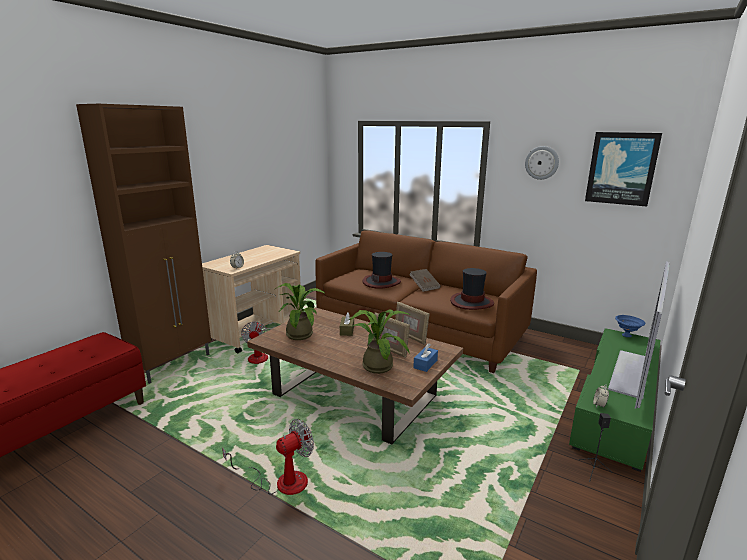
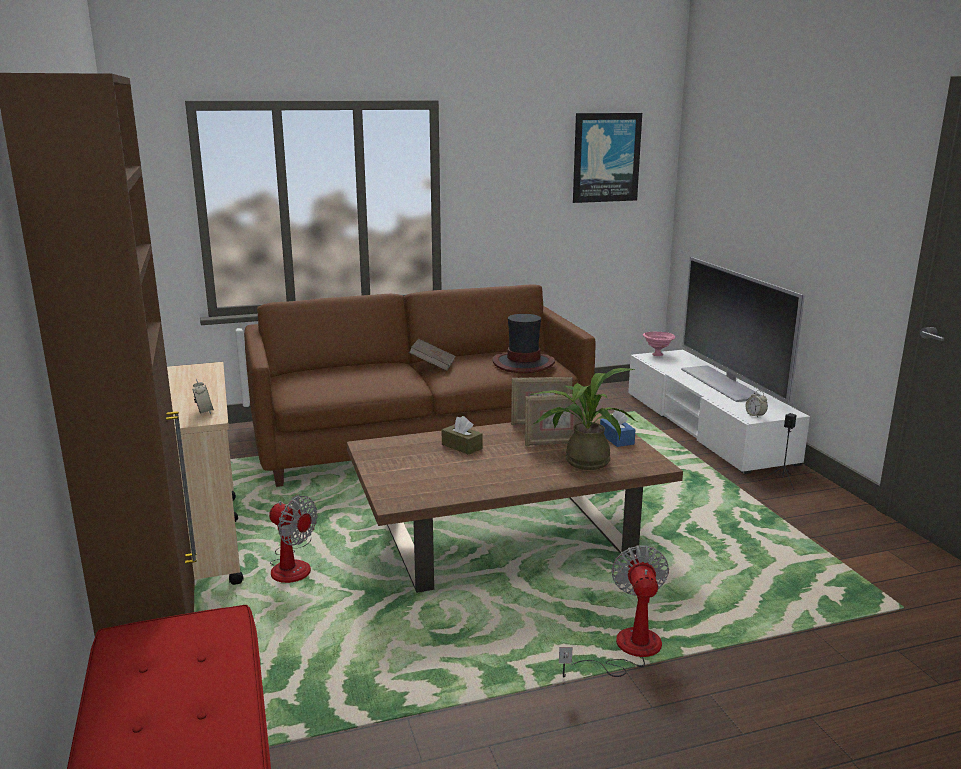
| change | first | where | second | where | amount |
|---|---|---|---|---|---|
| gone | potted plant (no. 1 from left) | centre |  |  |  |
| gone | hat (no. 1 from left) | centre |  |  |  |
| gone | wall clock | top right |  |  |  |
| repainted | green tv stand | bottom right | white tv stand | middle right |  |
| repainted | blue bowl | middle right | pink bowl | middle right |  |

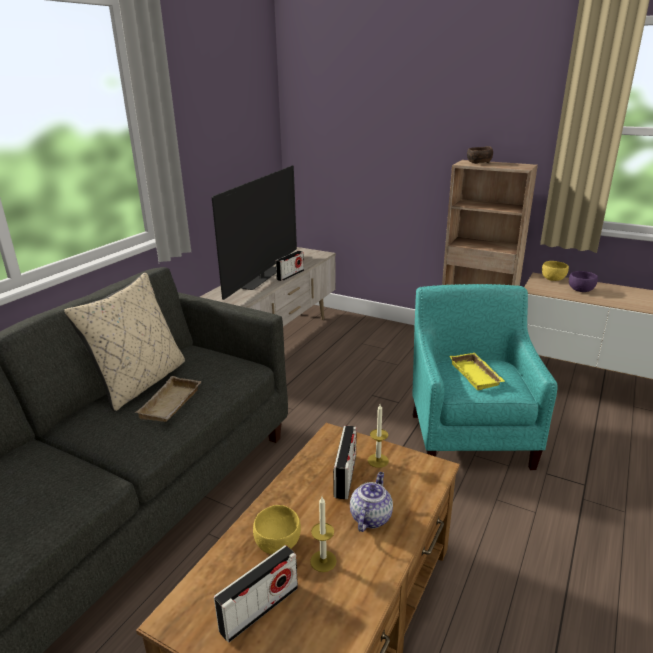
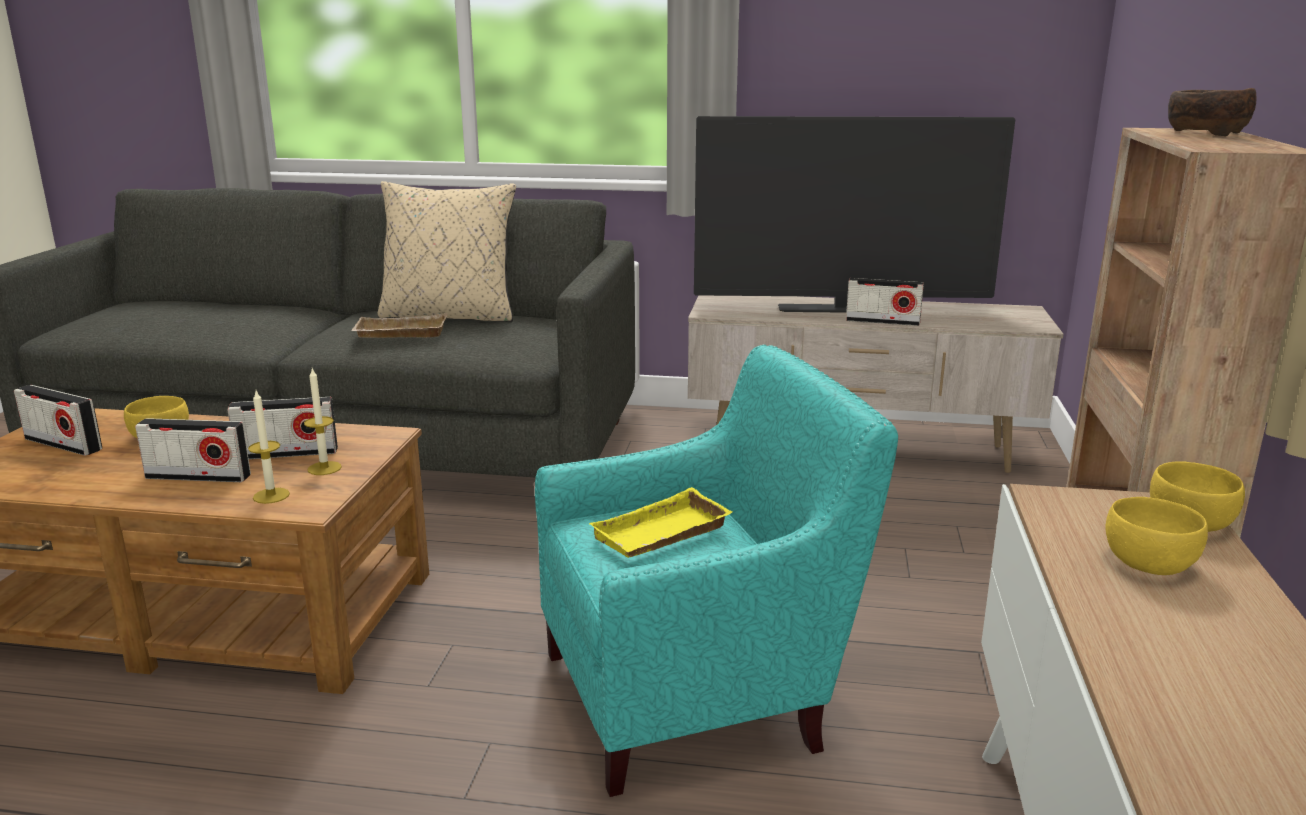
| change | first | where | second | where | amount |
|---|---|---|---|---|---|
| shifted | candle (no. 1 from left) | bottom centre |  | middle left |  |
| swapped | teapot | bottom centre | radio (no. 2 from left) | middle left |  |
| repainted | purple bowl | middle right | yellow bowl (no. 2 from left) | middle right |  |

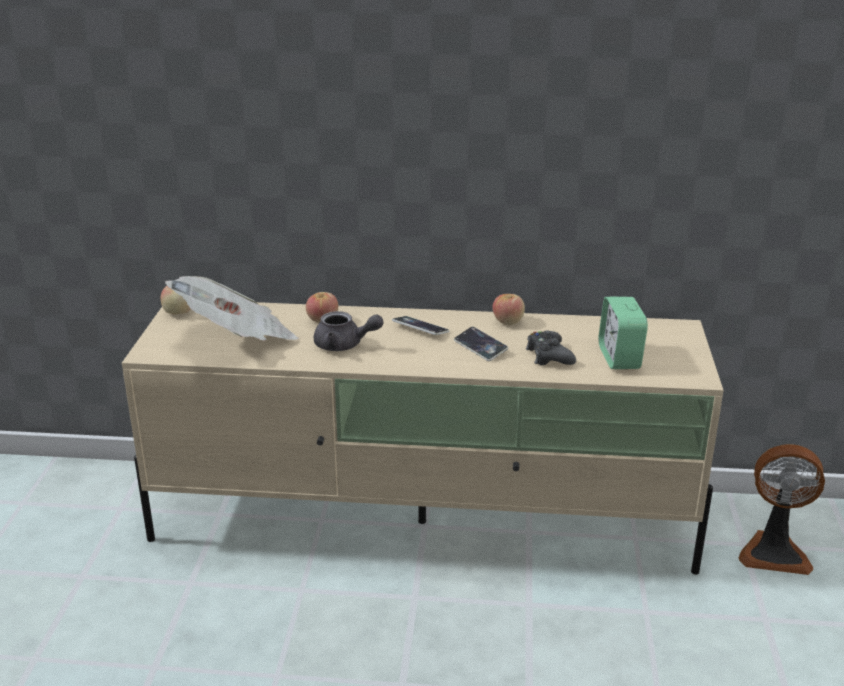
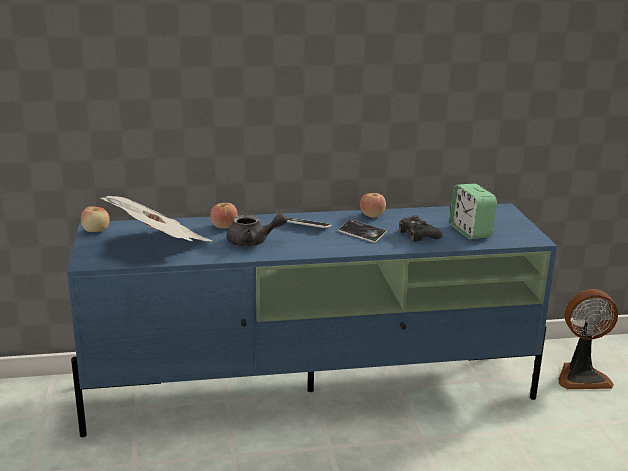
| change | first | where | second | where | amount |
|---|---|---|---|---|---|
| repainted | beige tv stand | centre | blue tv stand | bottom centre |  |

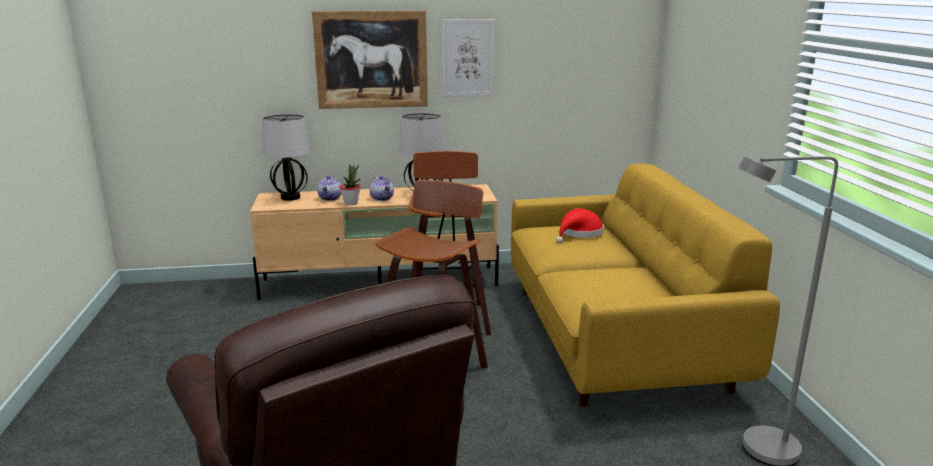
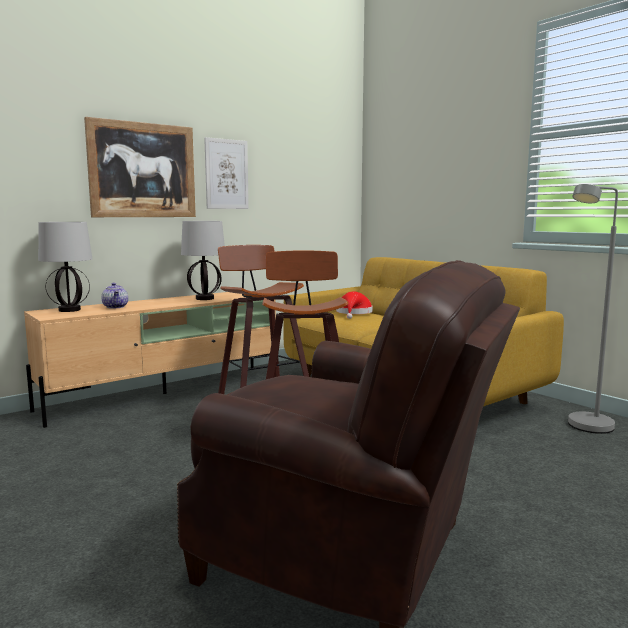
| change | first | where | second | where | amount |
|---|---|---|---|---|---|
| gone | potted plant | centre |  |  |  |
| gone | teapot (no. 2 from left) | centre |  |  |  |

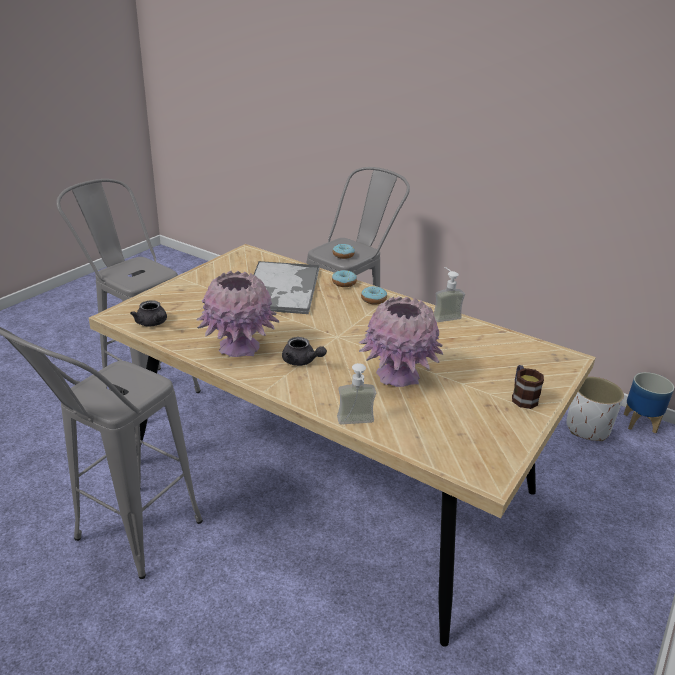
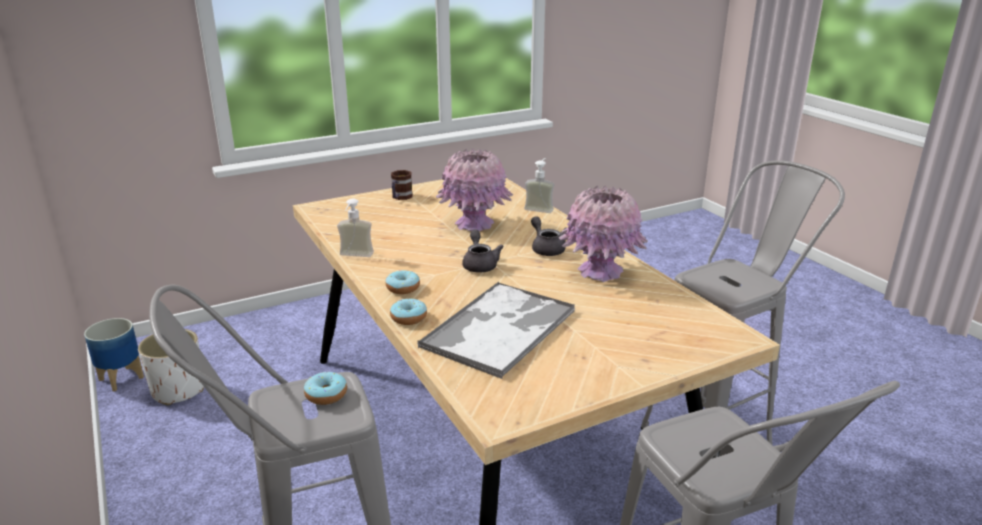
| change | first | where | second | where | amount |
|---|---|---|---|---|---|
| shifted | grey teapot (no. 1 from left) | middle left |  | centre |  |

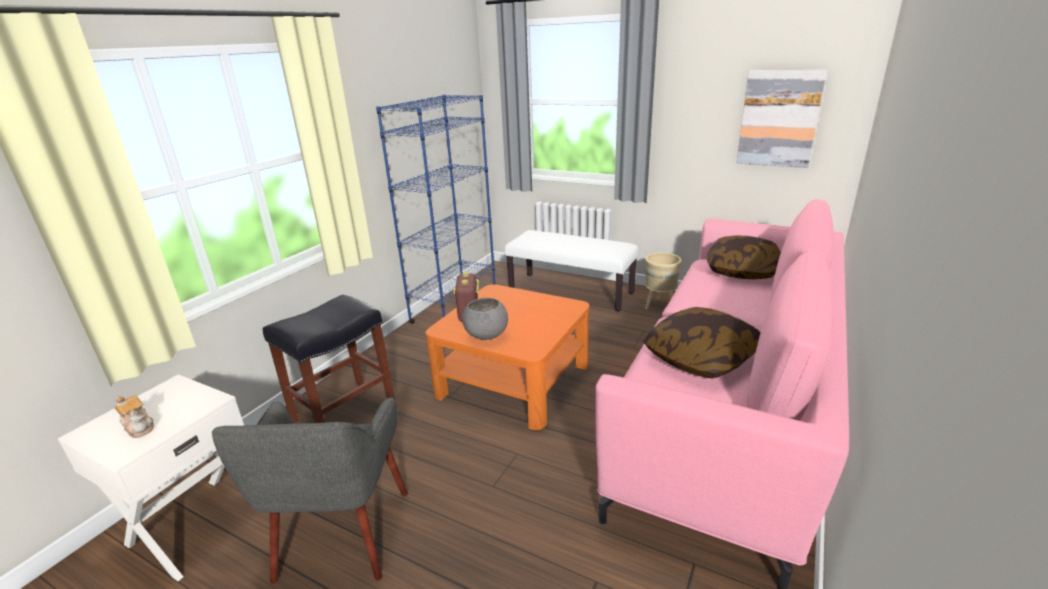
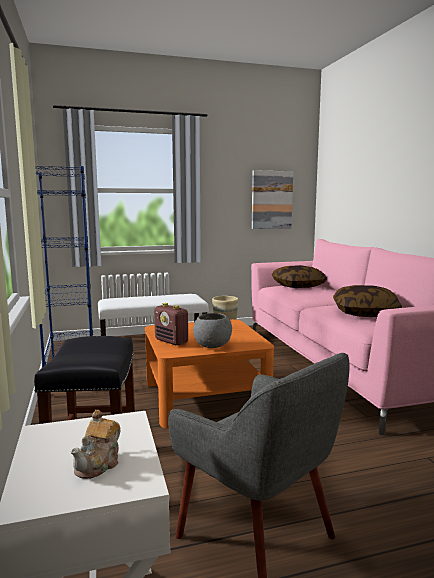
| change | first | where | second | where | amount |
|---|---|---|---|---|---|
| rotated | teapot | bottom left |  | bottom left | 120 degrees clockwise |

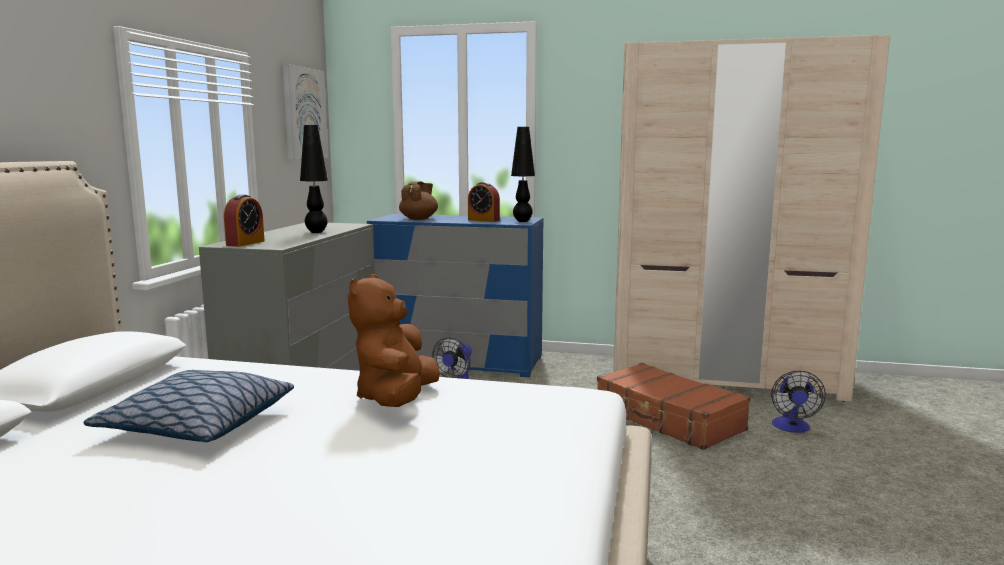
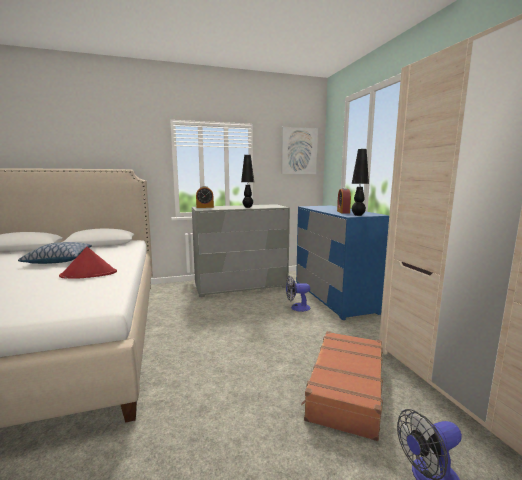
| change | first | where | second | where | amount |
|---|---|---|---|---|---|
| swapped | brown plush toy | centre | red hat | middle left |  |
| gone | brown teapot | centre |  |  |  |

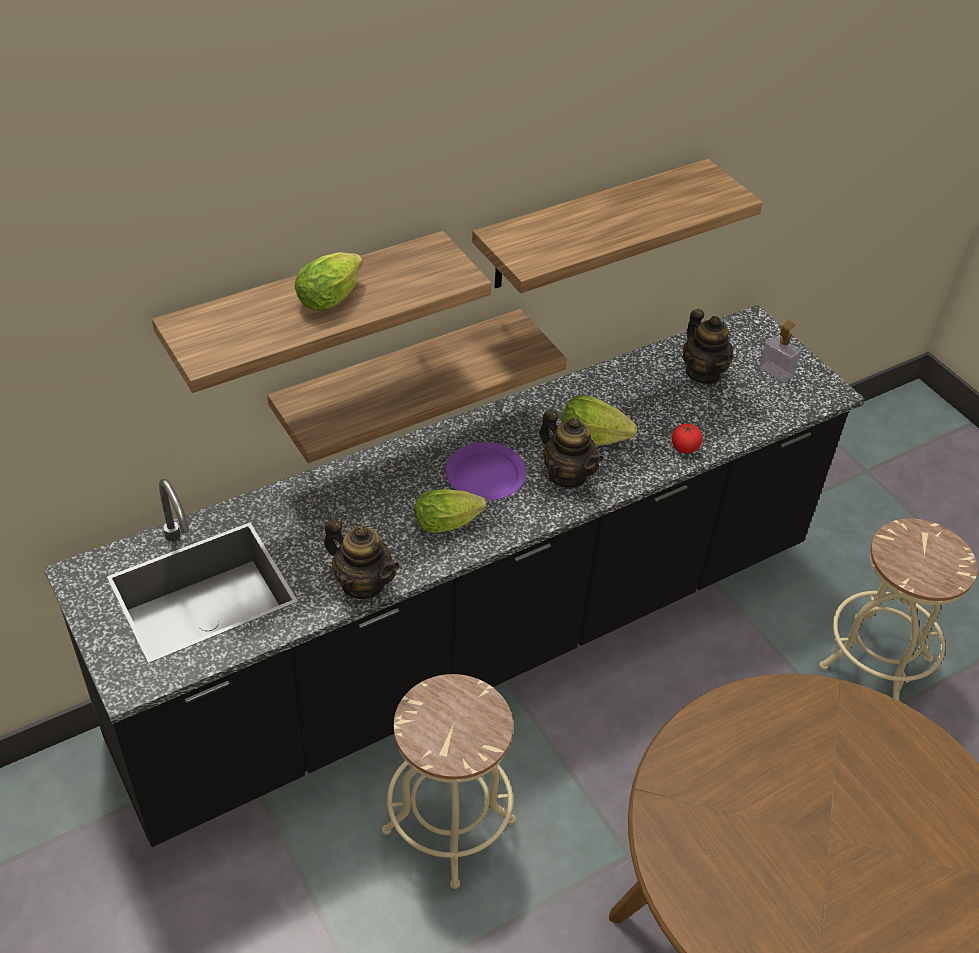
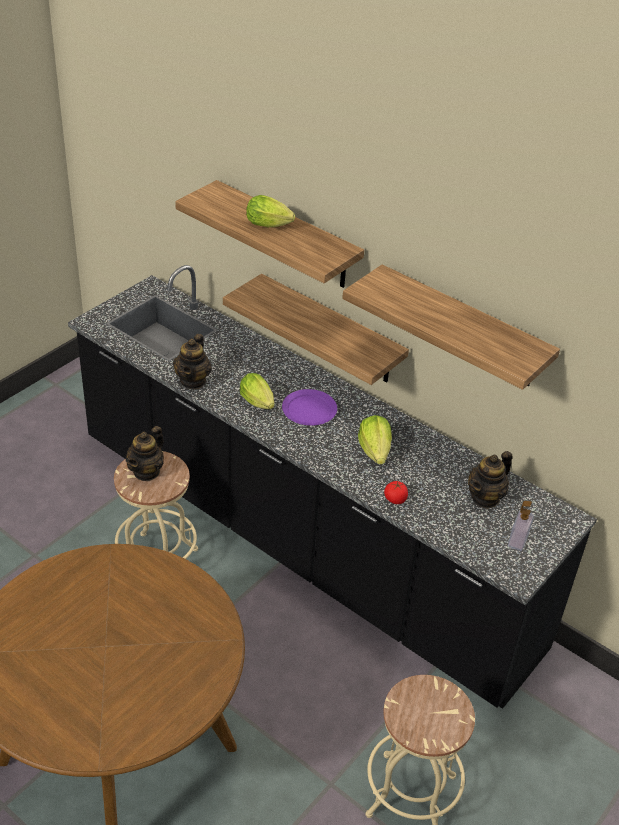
| change | first | where | second | where | amount |
|---|---|---|---|---|---|
| shifted | teapot (no. 2 from left in the first image) | centre | teapot (no. 1 from left) | middle left |  |

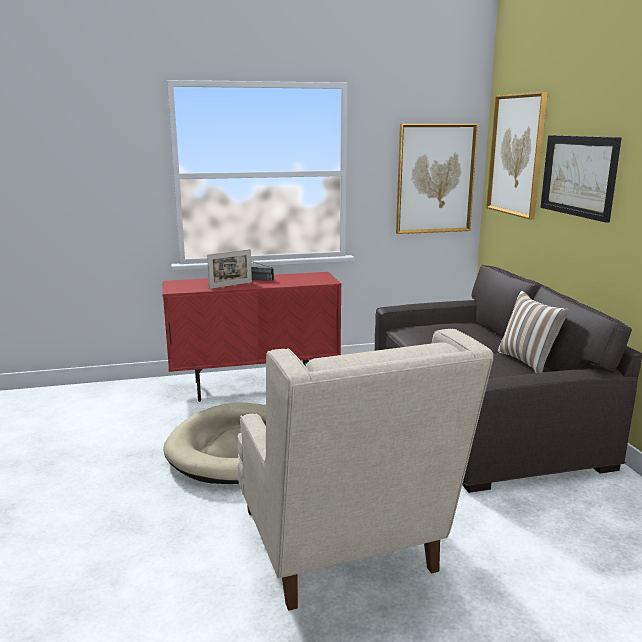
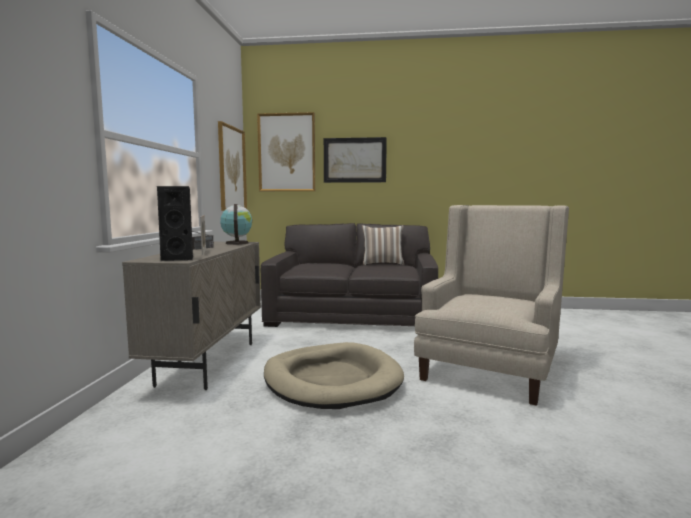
| change | first | where | second | where | amount |
|---|---|---|---|---|---|
| repainted | red cabinet | centre | beige cabinet | middle left |  |
| rotated | beige armchair | bottom centre |  | middle right | 60 degrees counterclockwise |
| new |  |  | black speaker | middle left |  |
| new |  |  | globe | centre |  |

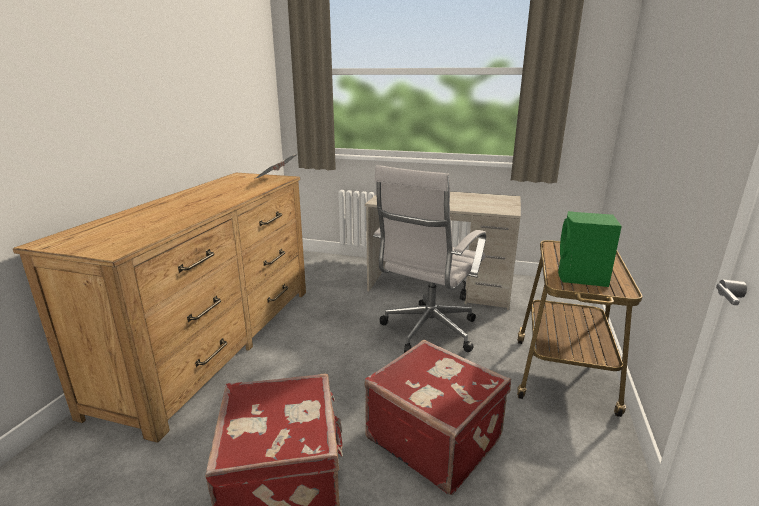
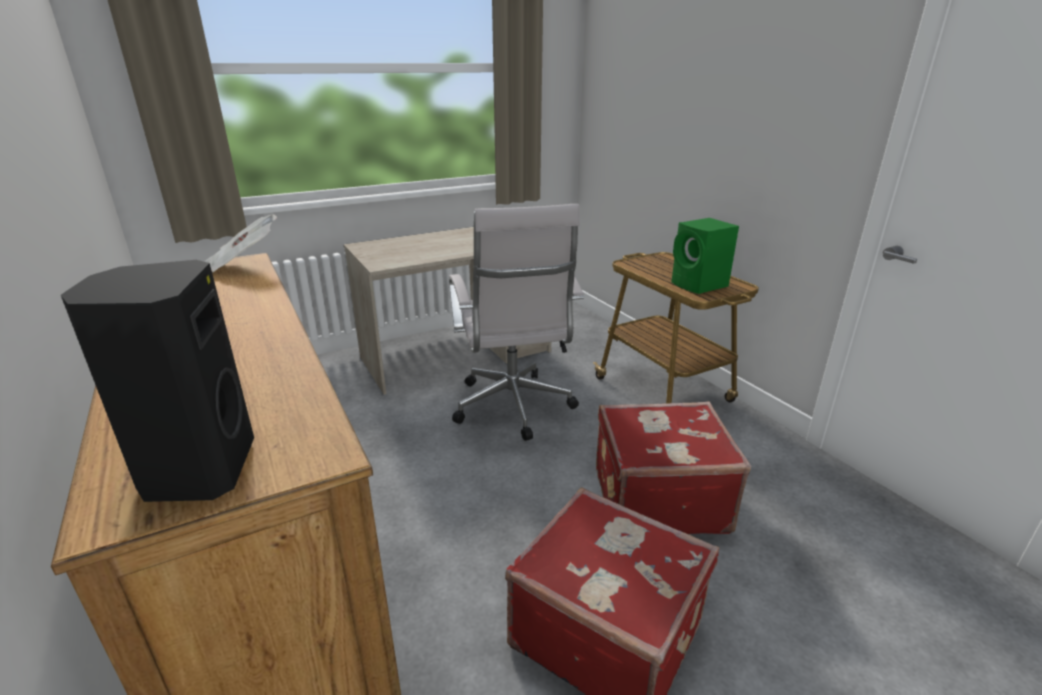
| change | first | where | second | where | amount |
|---|---|---|---|---|---|
| new |  |  | black speaker | middle left |  |

